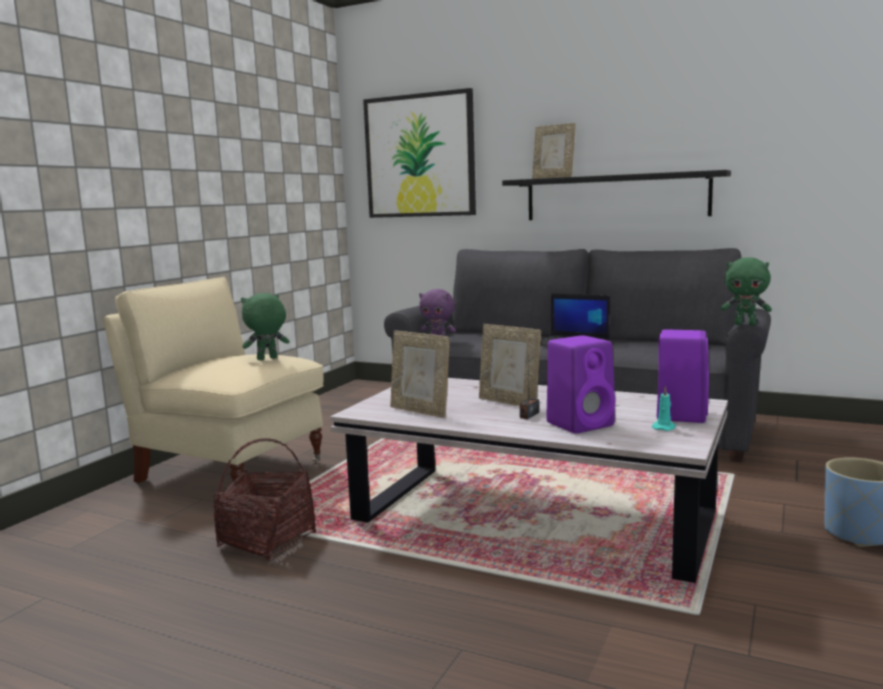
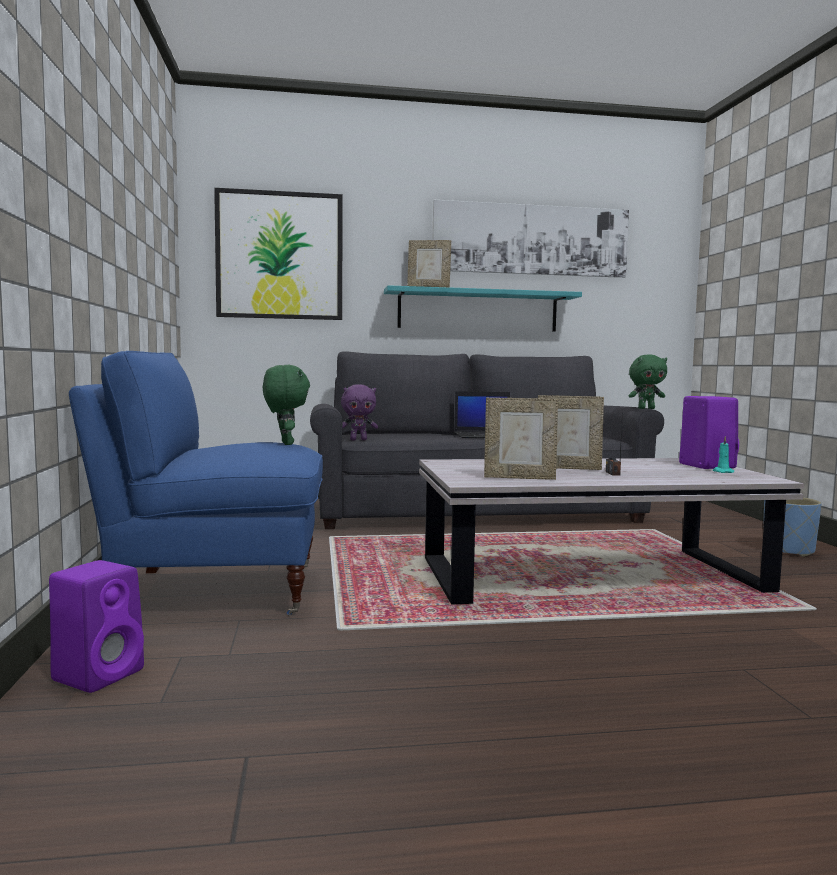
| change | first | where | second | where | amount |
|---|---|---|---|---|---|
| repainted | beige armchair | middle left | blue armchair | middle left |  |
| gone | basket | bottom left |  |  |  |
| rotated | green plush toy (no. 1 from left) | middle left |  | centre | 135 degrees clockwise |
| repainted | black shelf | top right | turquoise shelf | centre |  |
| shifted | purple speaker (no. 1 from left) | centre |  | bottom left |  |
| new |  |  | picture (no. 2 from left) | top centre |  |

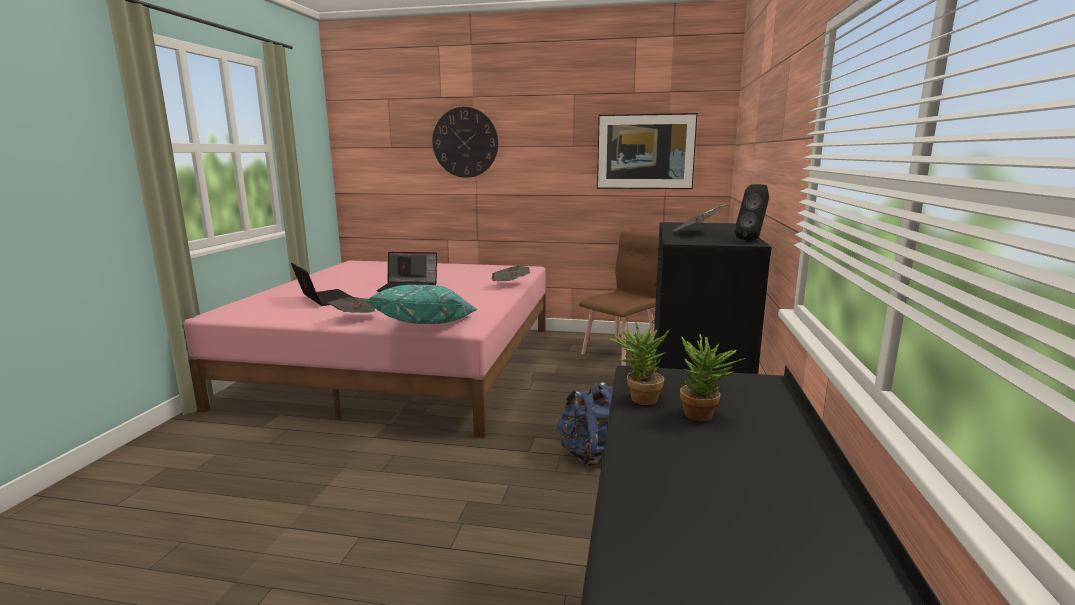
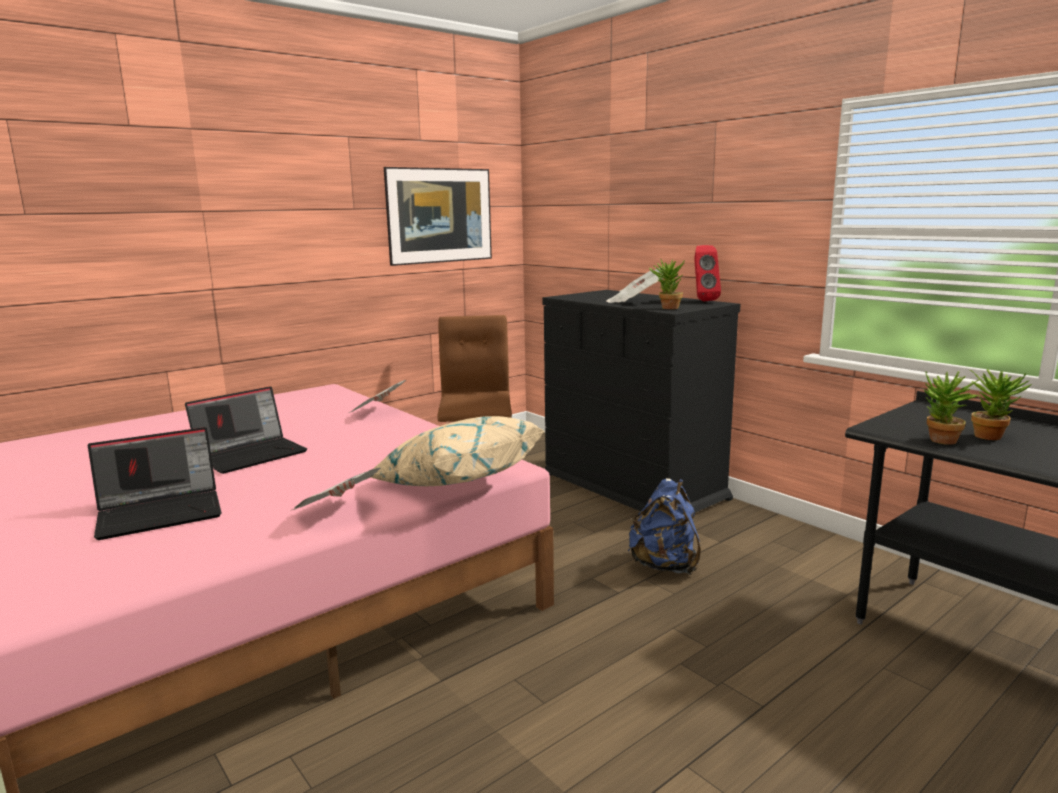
| change | first | where | second | where | amount |
|---|---|---|---|---|---|
| rotated | laptop (no. 1 from left) | middle left |  | middle left | 150 degrees clockwise |
| repainted | turquoise pillow | centre | beige pillow | centre |  |
| gone | wall clock | top centre |  |  |  |
| repainted | black speaker | middle right | red speaker | middle right |  |
| new |  |  | potted plant (no. 1 from left) | centre |  |

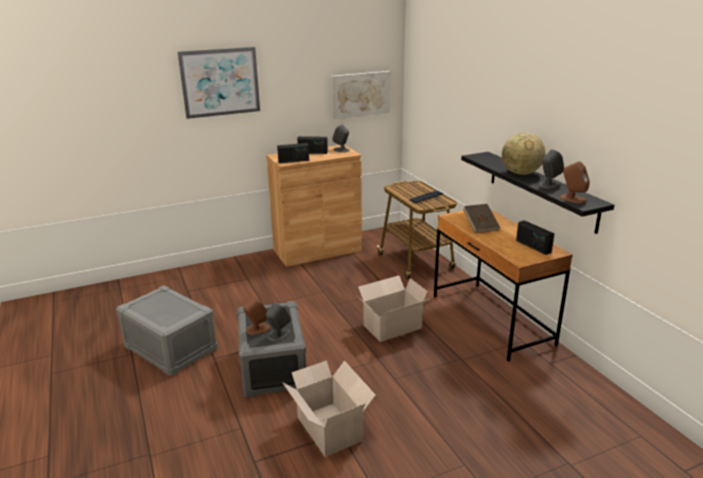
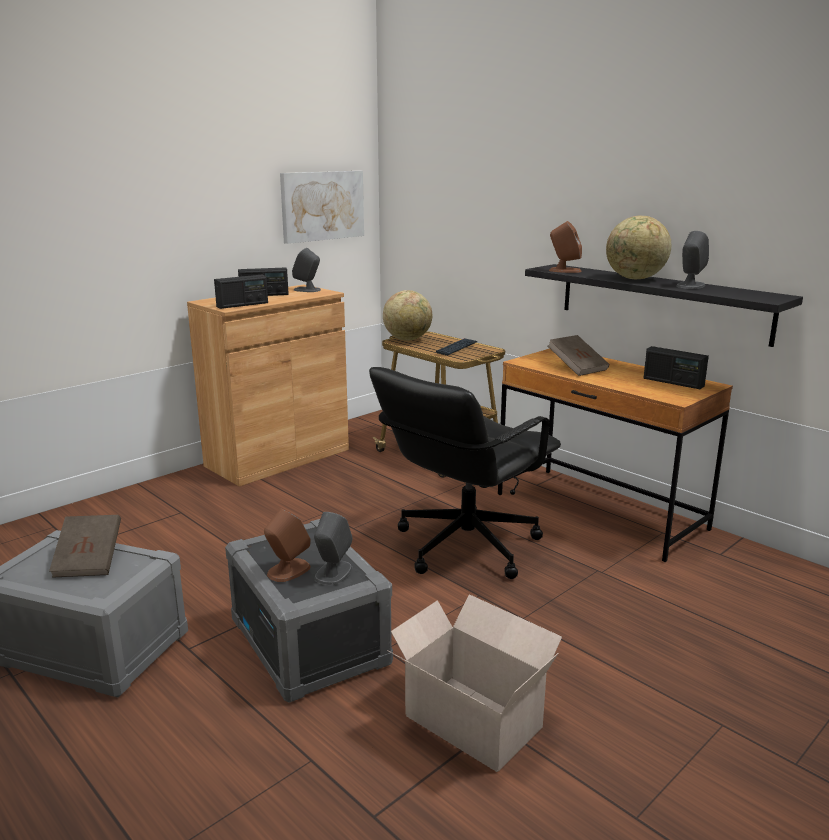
| change | first | where | second | where | amount |
|---|---|---|---|---|---|
| gone | picture (no. 1 from left) | top left |  |  |  |
| swapped | cardboard box (no. 2 from left) | centre | black office chair | centre |  |
| shifted | brown speaker (no. 2 from left) | middle right |  | top right |  |
| new |  |  | brown book (no. 1 from left) | middle left |  |
| new |  |  | globe (no. 1 from left) | centre |  |

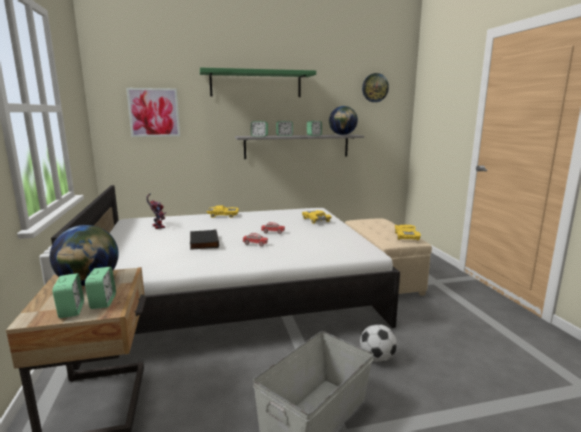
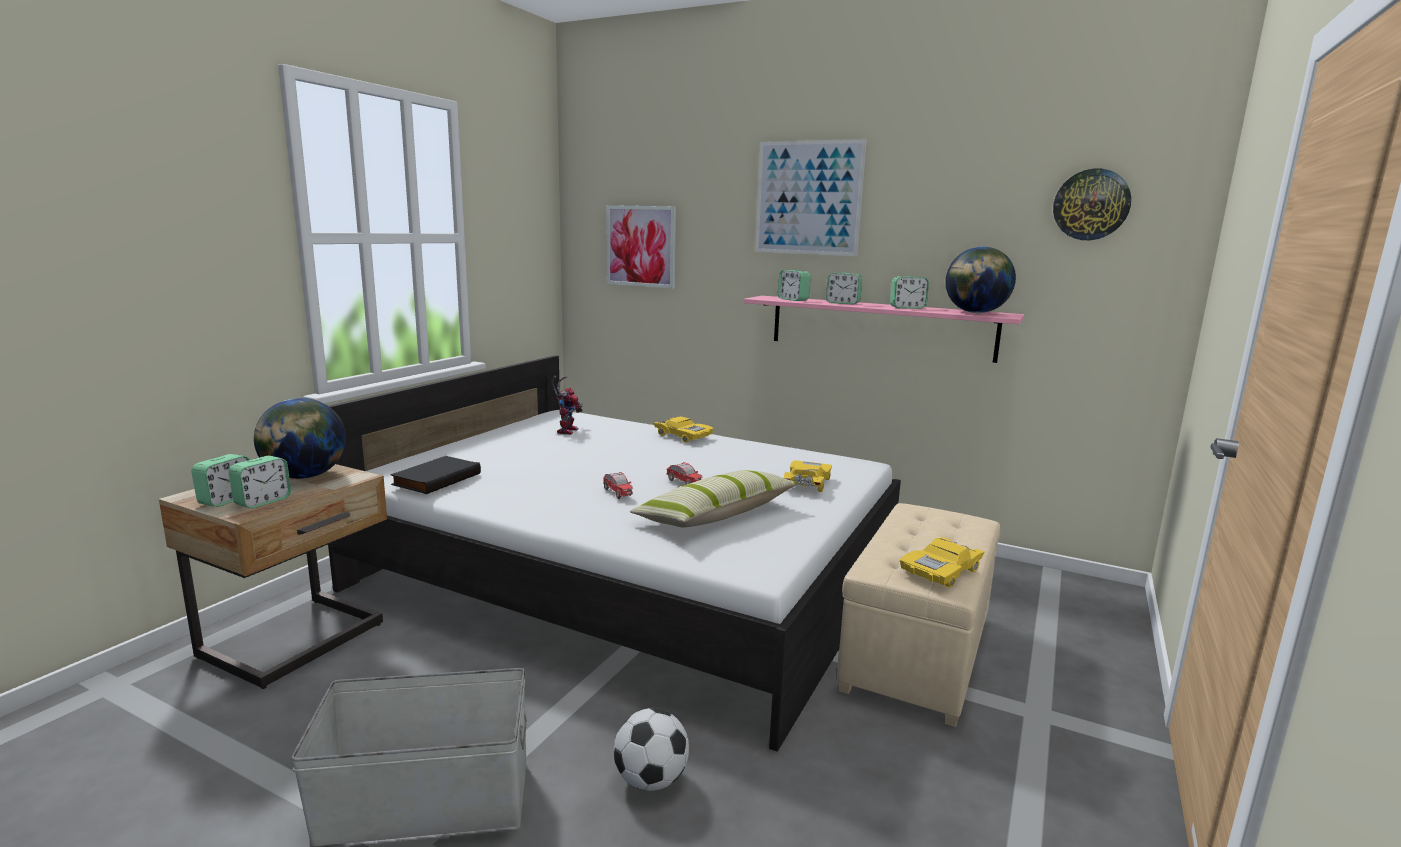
| change | first | where | second | where | amount |
|---|---|---|---|---|---|
| shifted | black book | centre |  | middle left |  |
| swapped | green shelf | top centre | picture (no. 2 from left) | top centre |  |
| repainted | grey shelf | centre | pink shelf | centre |  |
| new |  |  | pillow | centre |  |

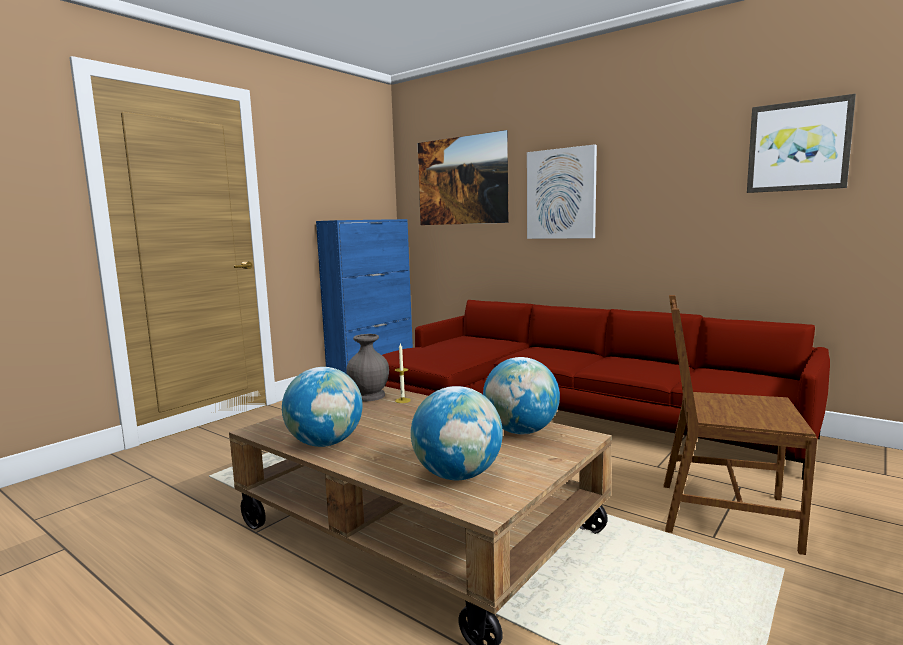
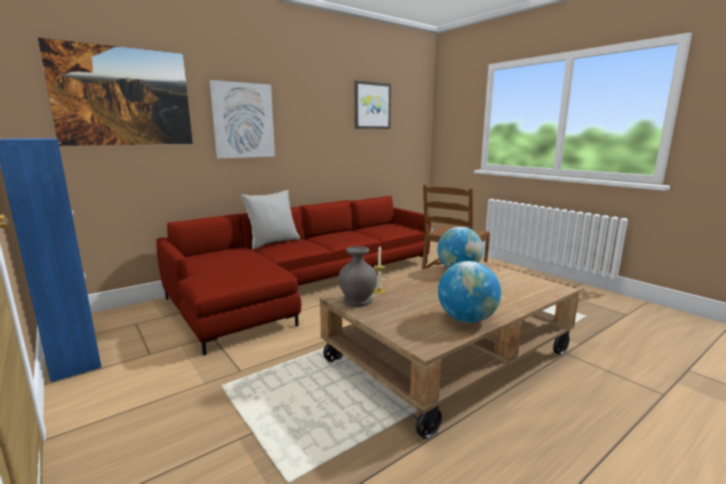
| change | first | where | second | where | amount |
|---|---|---|---|---|---|
| gone | globe (no. 2 from left) | bottom centre |  |  |  |
| new |  |  | grey pillow | centre |  |

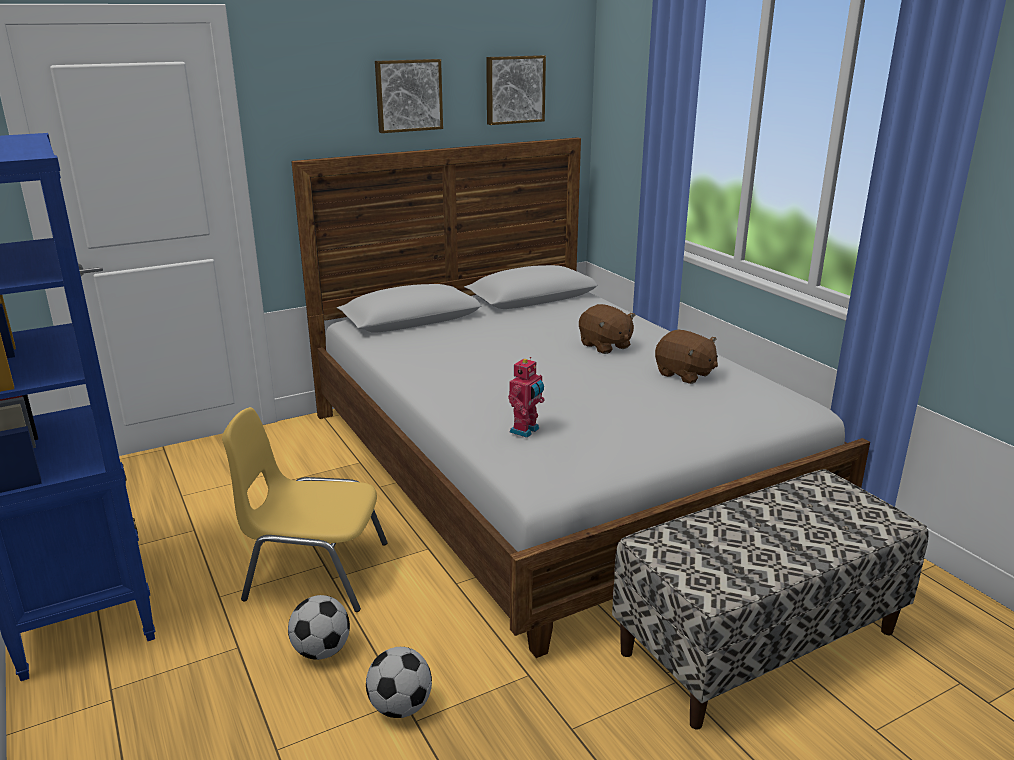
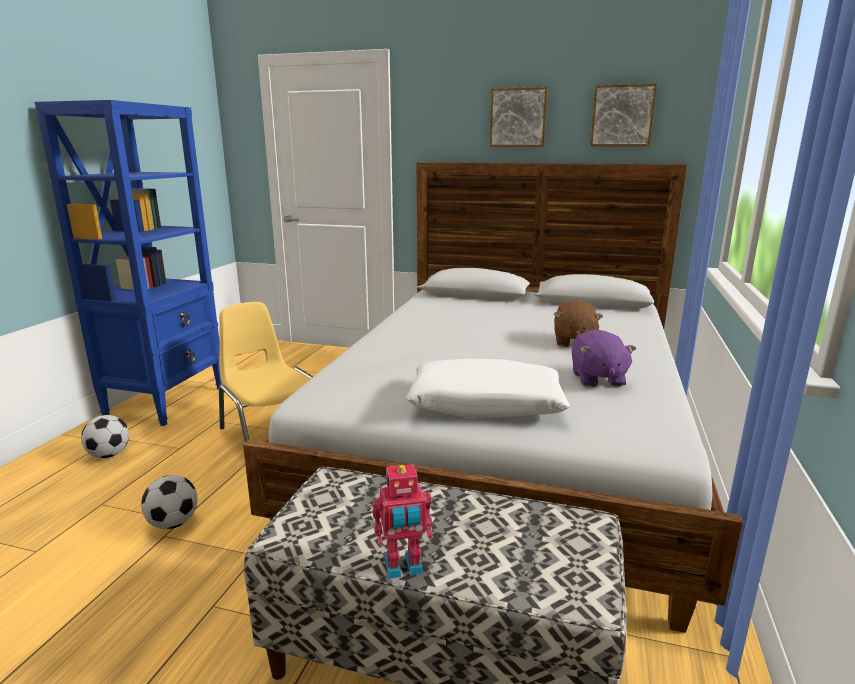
| change | first | where | second | where | amount |
|---|---|---|---|---|---|
| shifted | football (no. 1 from left) | bottom left |  | middle left |  |
| shifted | toy robot | centre |  | bottom centre |  |
| repainted | brown plush toy (no. 2 from left) | middle right | purple plush toy | middle right |  |
| new |  |  | white pillow | centre |  |

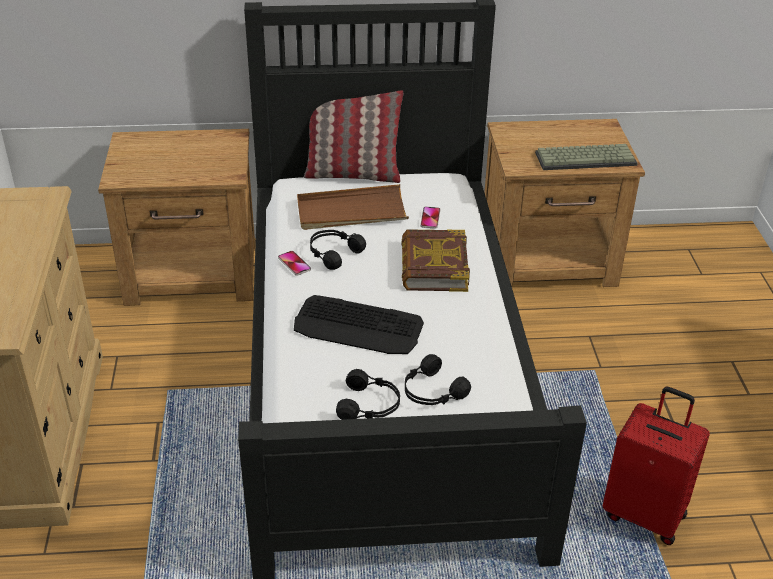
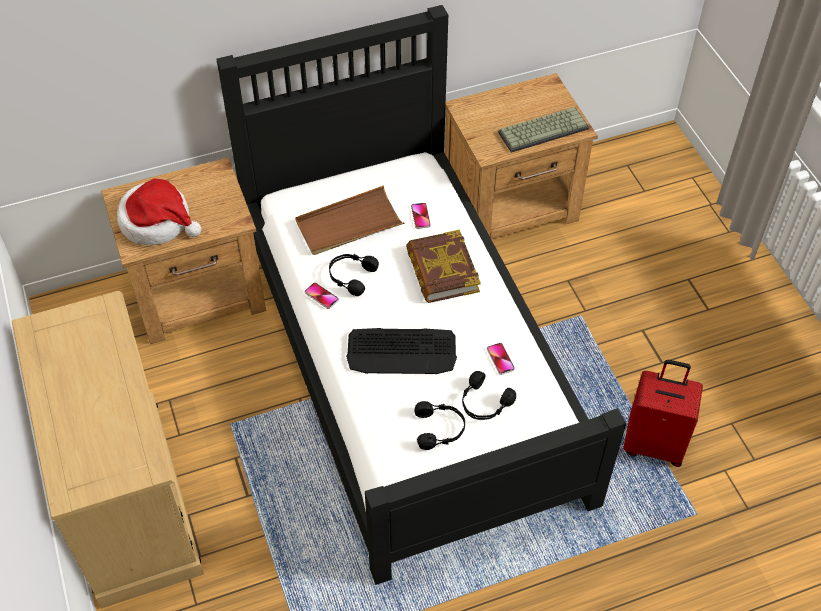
| change | first | where | second | where | amount |
|---|---|---|---|---|---|
| gone | pillow | top centre |  |  |  |
| new |  |  | hat | middle left |  |
| new |  |  | phone (no. 3 from left) | centre |  |

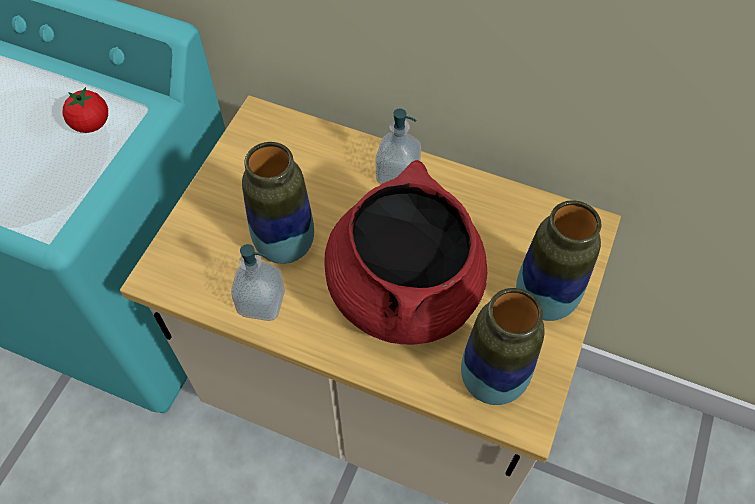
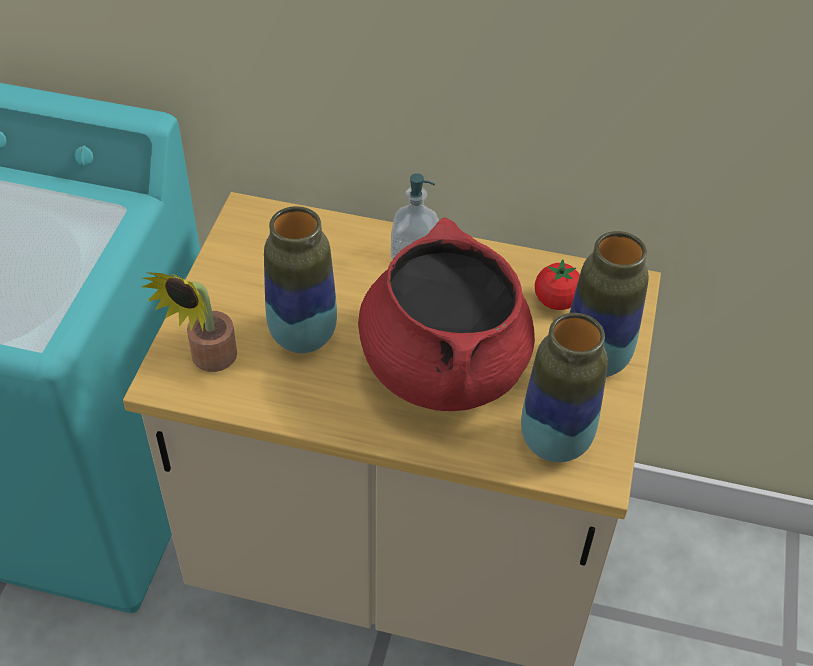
| change | first | where | second | where | amount |
|---|---|---|---|---|---|
| shifted | tomato | top left |  | middle right |  |
| gone | soap dispenser (no. 1 from left) | centre |  |  |  |
| new |  |  | potted plant | middle left |  |

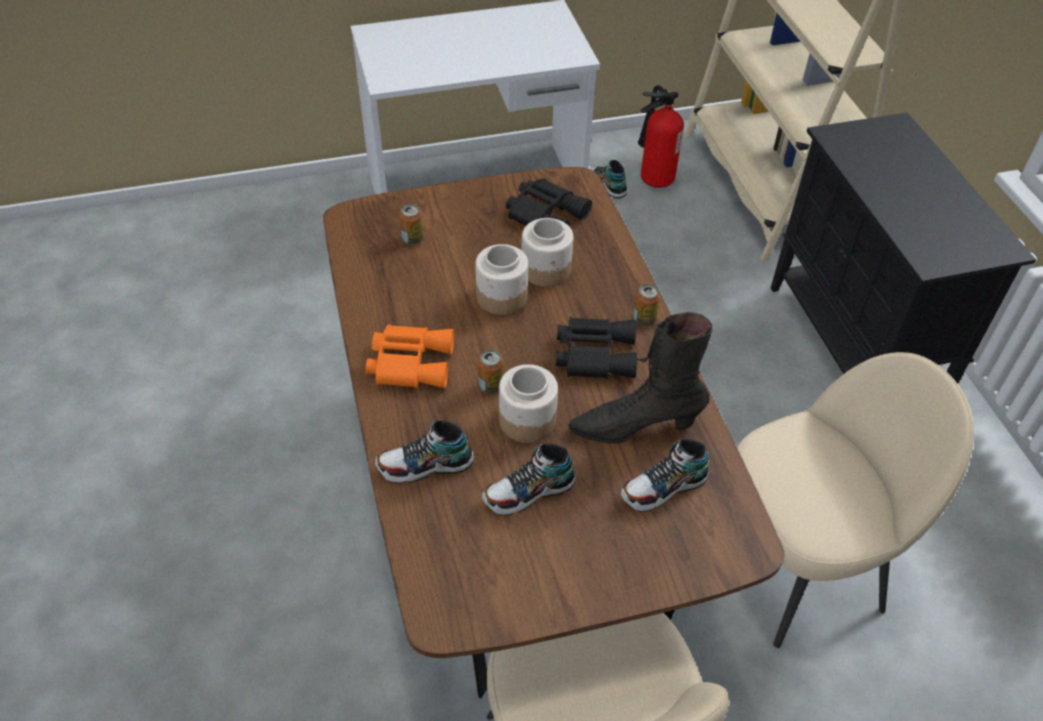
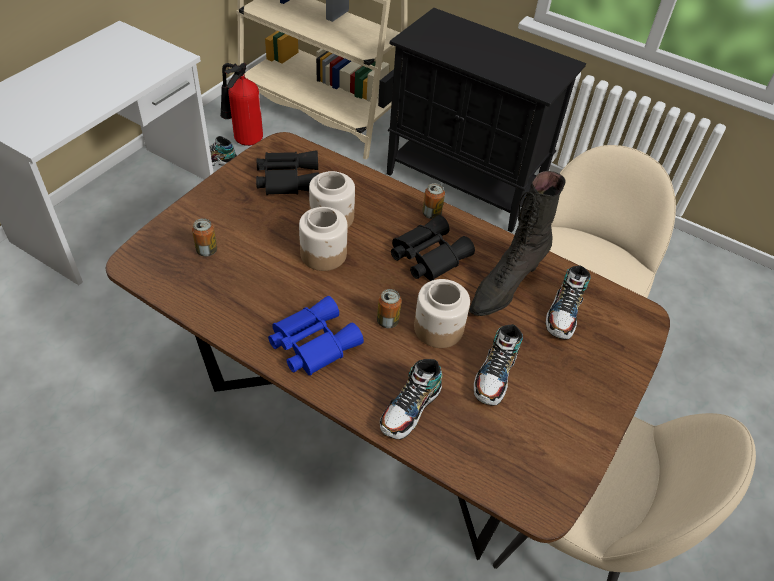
| change | first | where | second | where | amount |
|---|---|---|---|---|---|
| repainted | orange binoculars | centre | blue binoculars | centre |  |

